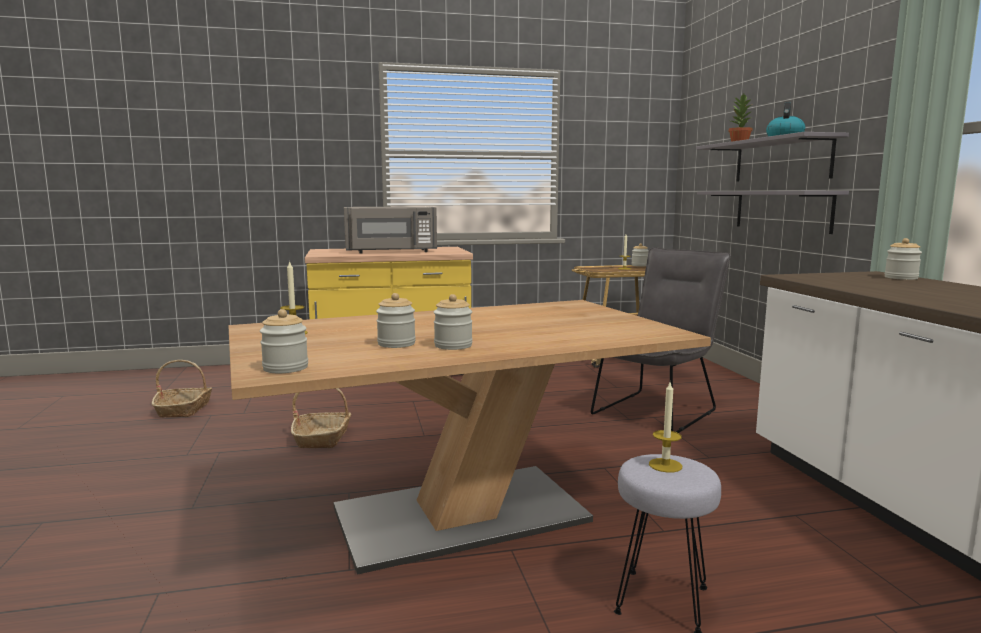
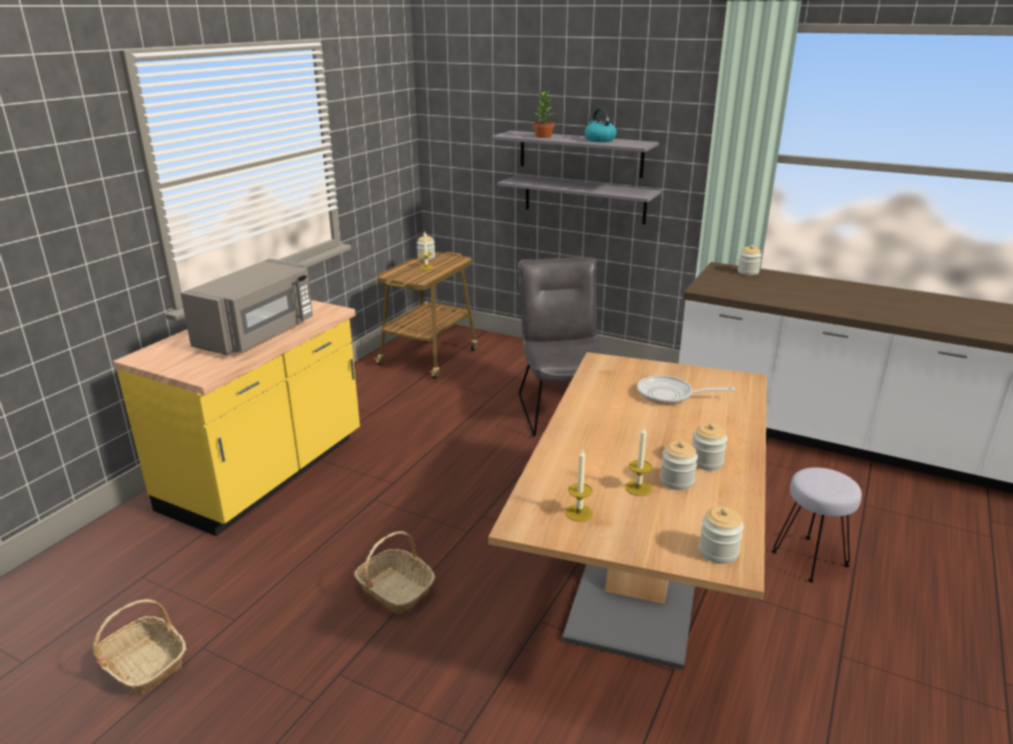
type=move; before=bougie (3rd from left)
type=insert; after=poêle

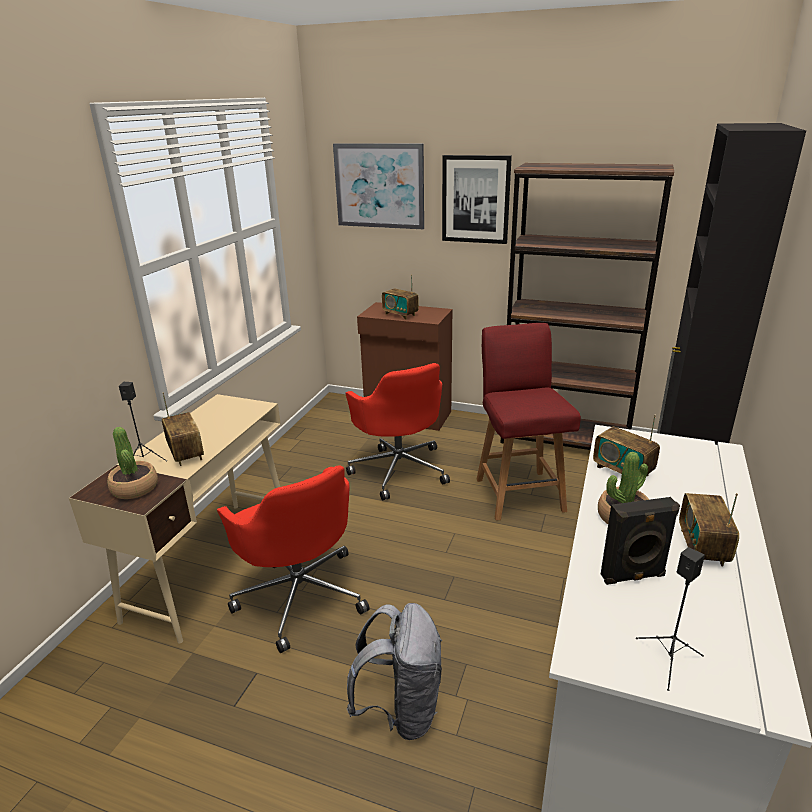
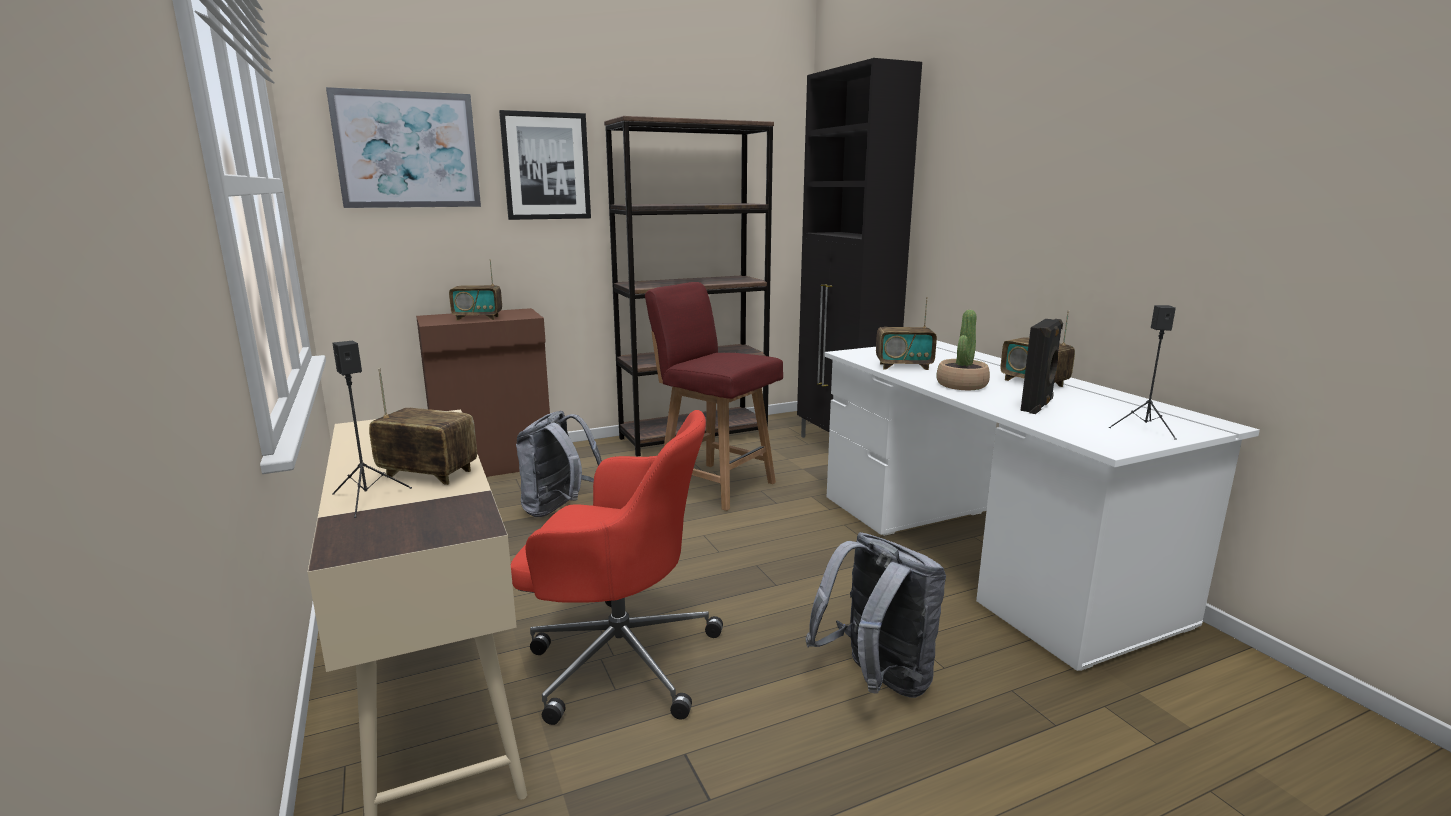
type=replace; before=chaise de bureau (rouge) (2nd from left); after=sac à dos (gris) (1st from left)
type=delete; before=plante en pot (1st from left)

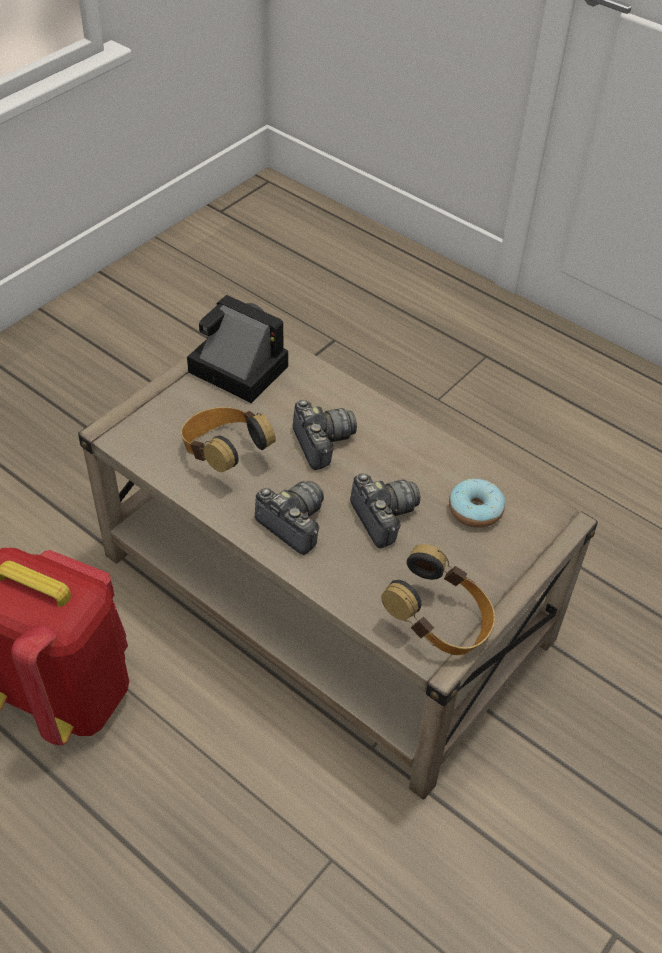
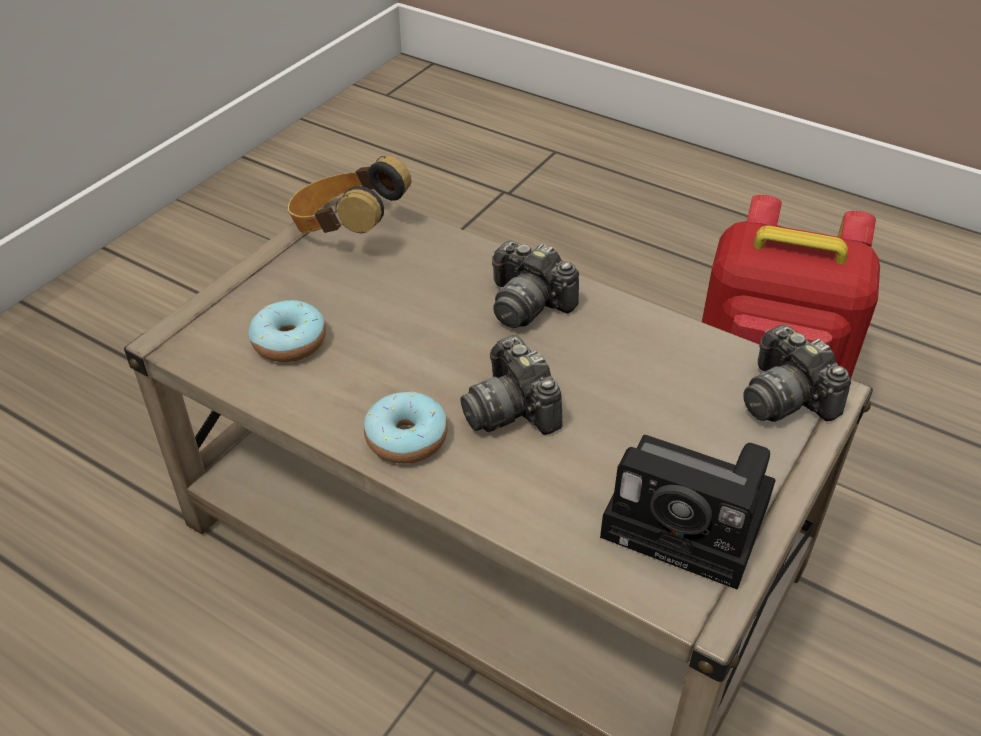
type=delete; before=casque audio (1st from left)
type=move; before=appareil photo (4th from left)
type=insert; after=beignet (2nd from left)

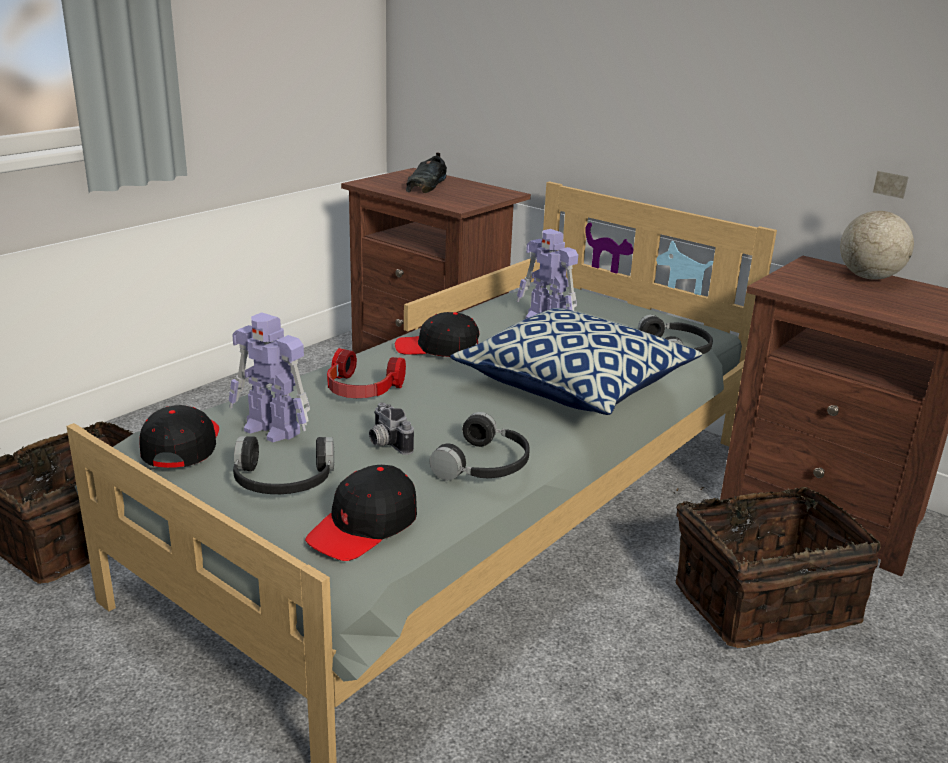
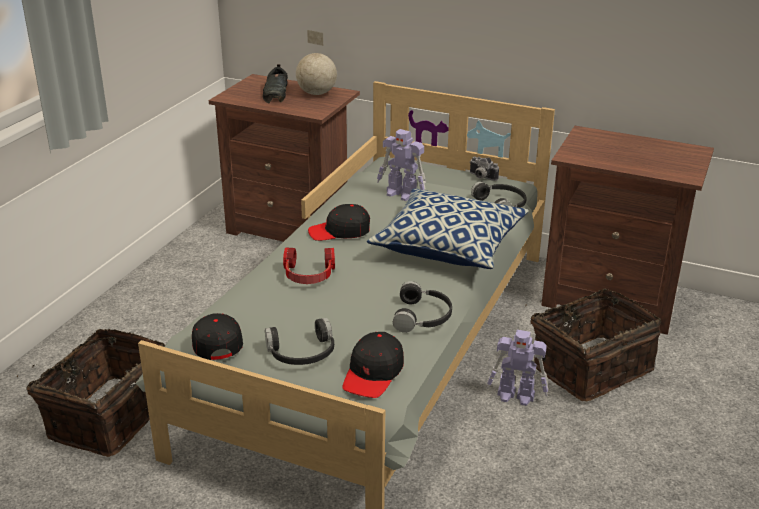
type=move; before=globe
type=move; before=robot jouet (1st from left in the first image); after=robot jouet (2nd from left)
type=move; before=appareil photo

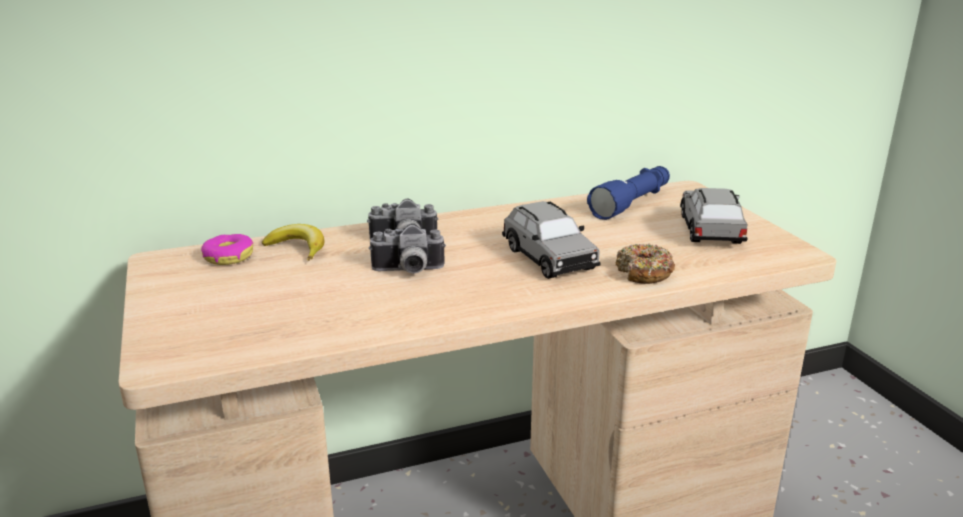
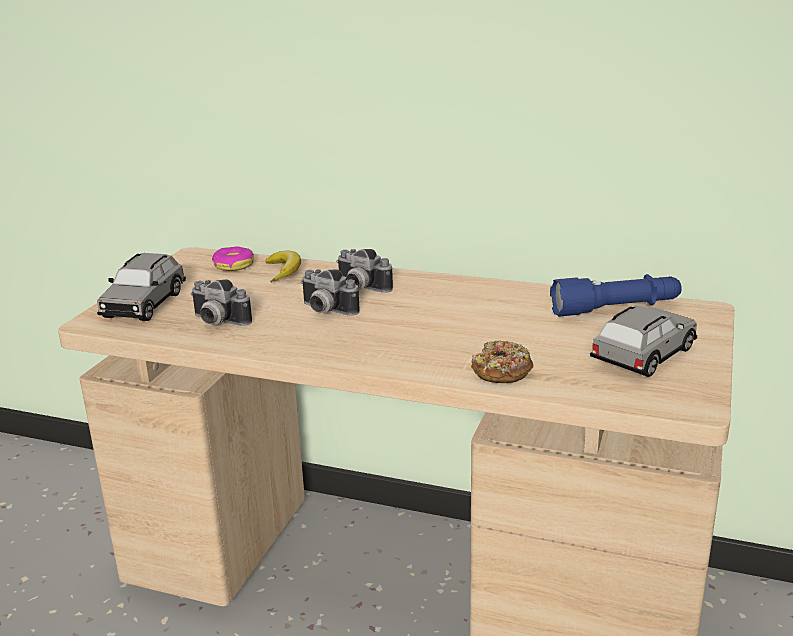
type=move; before=petite voiture (gris) (1st from left)
type=insert; after=appareil photo (1st from left)

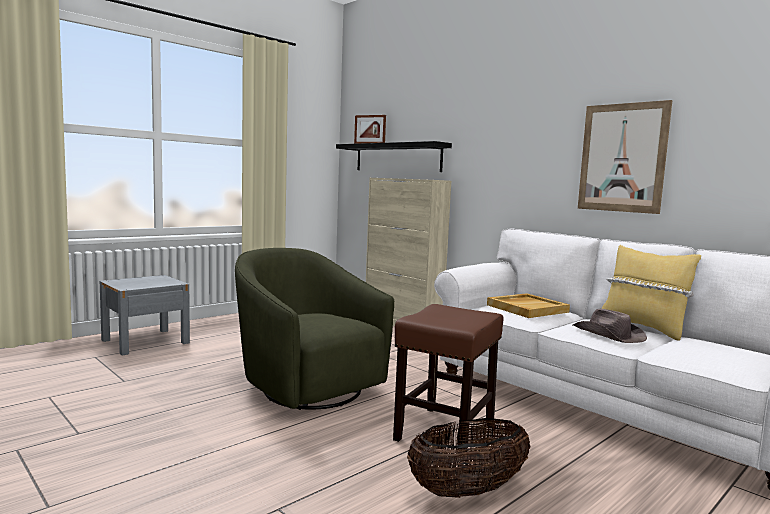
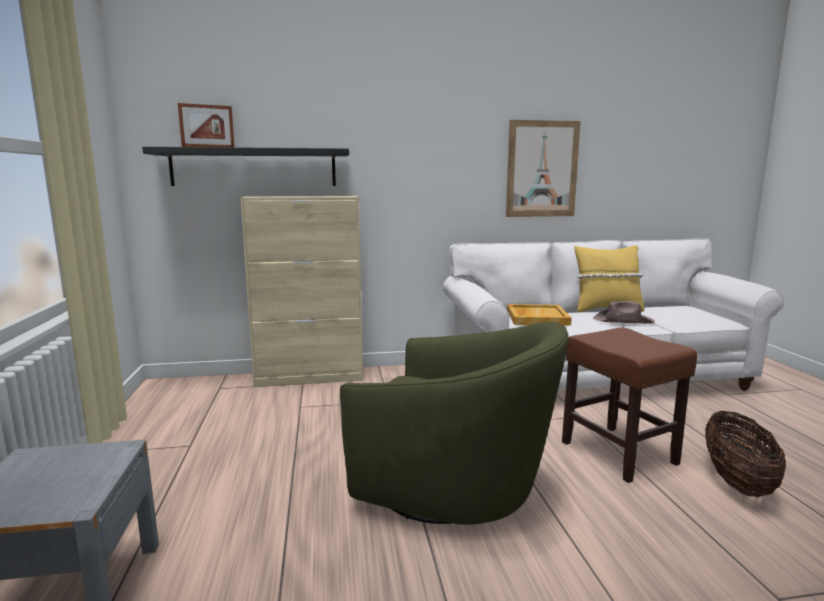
type=rotate; before=fauteuil (vert); turn=-150

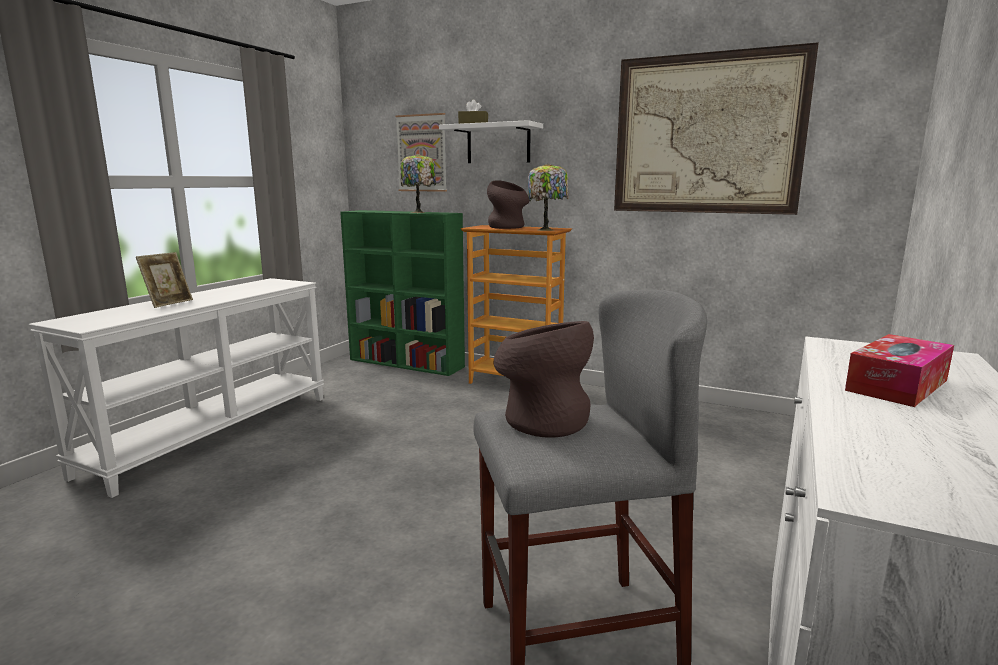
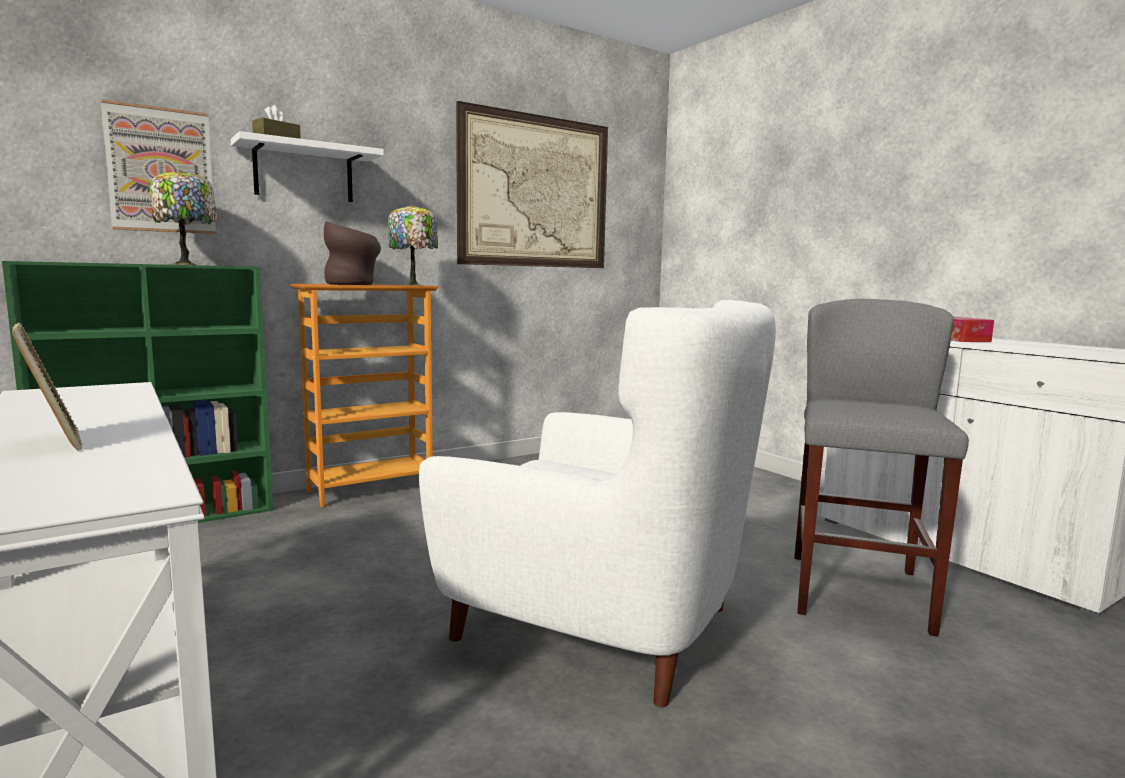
type=delete; before=vase (marron) (2nd from left)
type=insert; after=fauteuil (blanc)

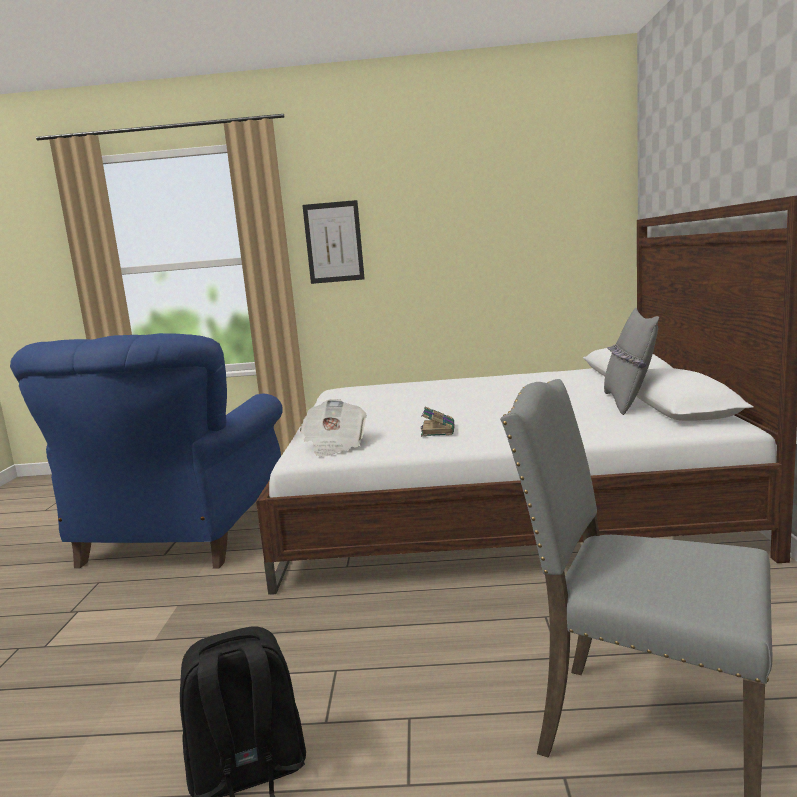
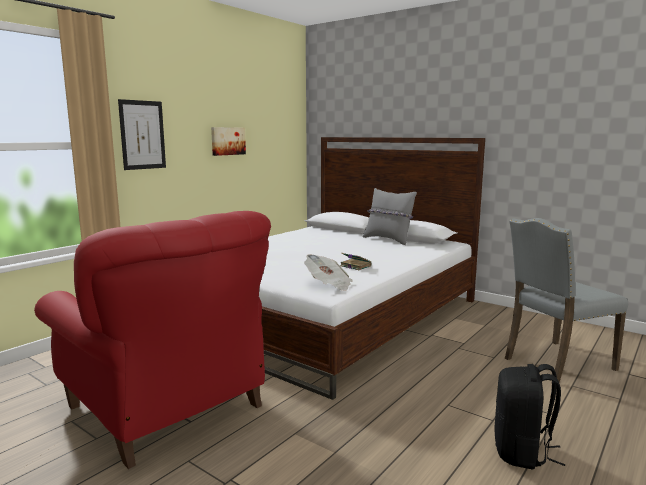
type=recolor; before=fauteuil (bleu); after=fauteuil (rouge)
type=insert; after=tableau (2nd from left)

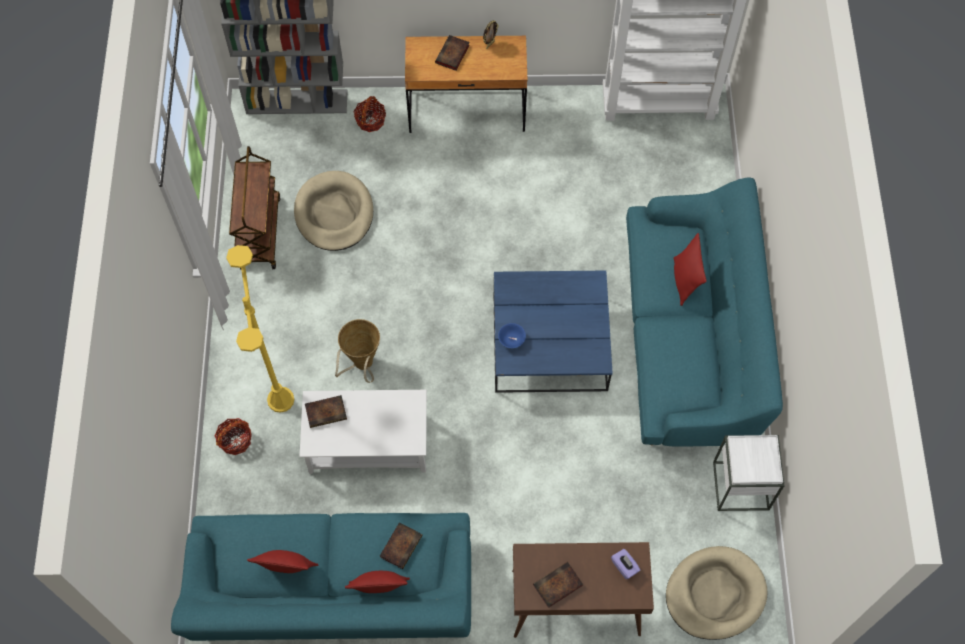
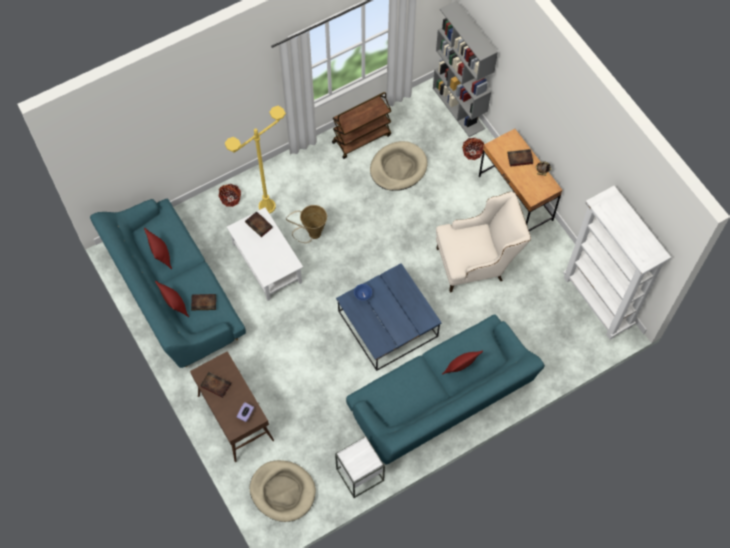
type=insert; after=fauteuil (beige)

